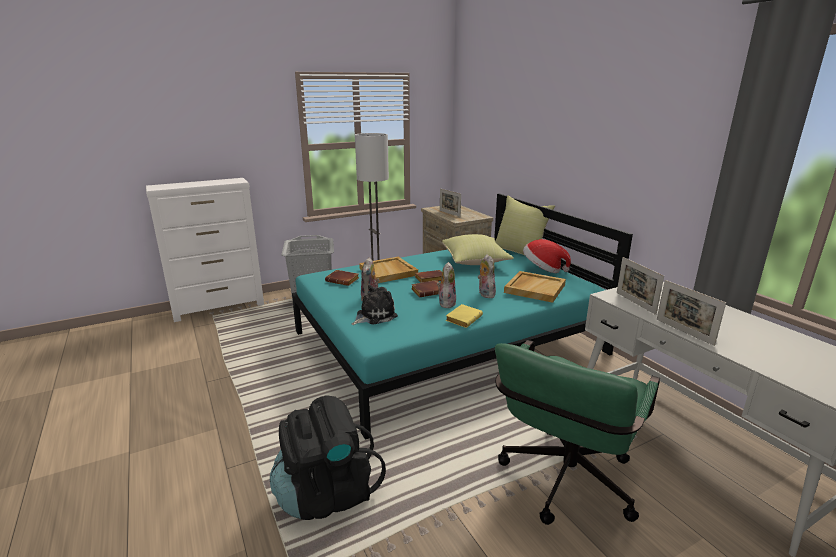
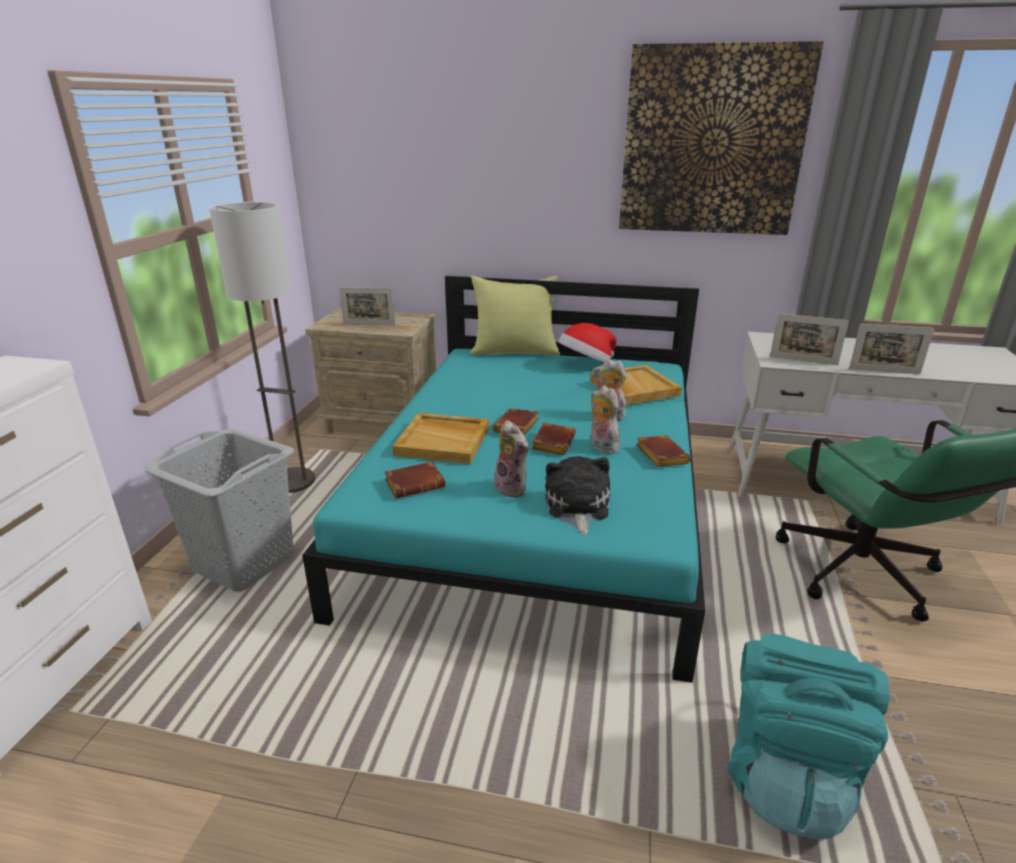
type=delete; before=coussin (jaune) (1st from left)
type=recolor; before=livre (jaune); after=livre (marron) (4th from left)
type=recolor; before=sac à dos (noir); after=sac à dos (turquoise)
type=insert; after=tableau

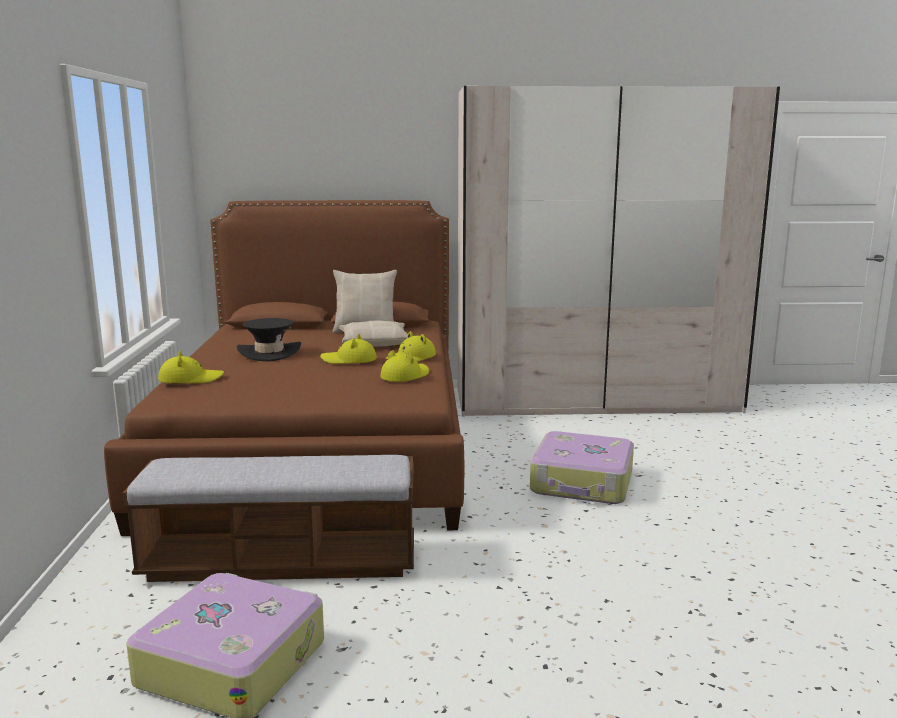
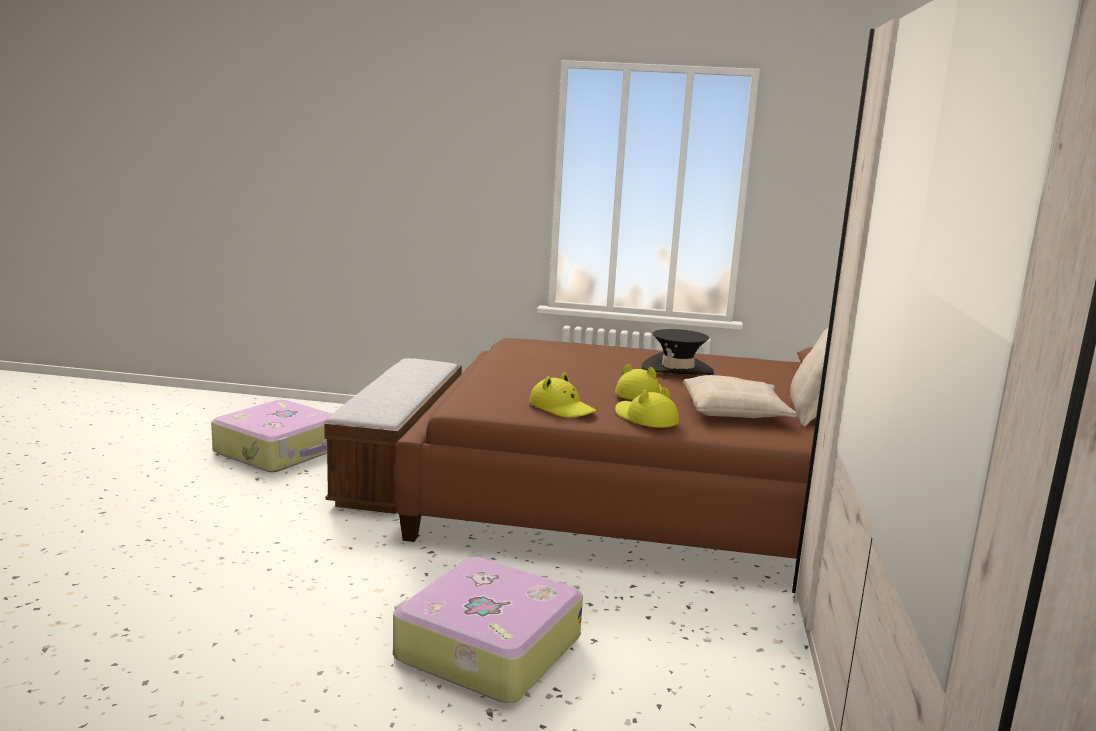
type=delete; before=chapeau (jaune) (1st from left)

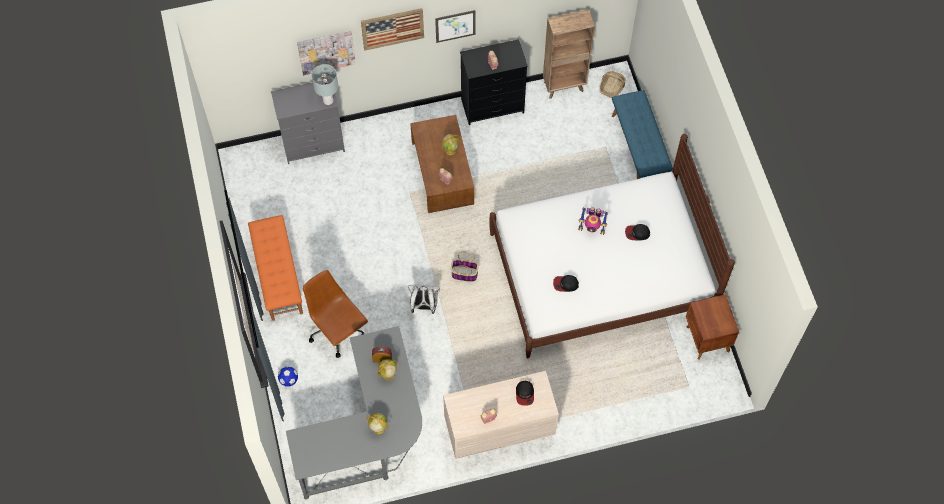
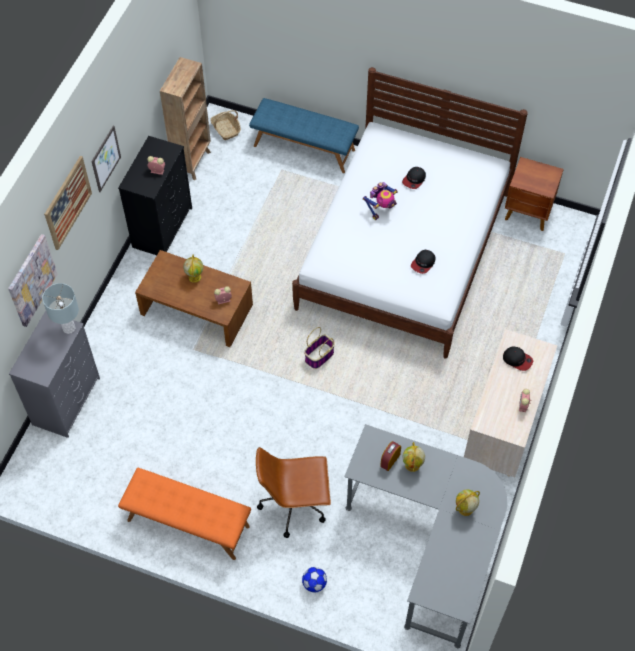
type=delete; before=sac à dos (blanc)

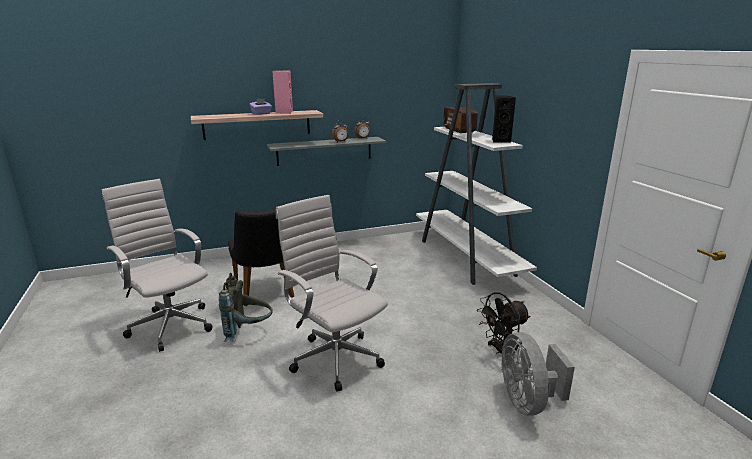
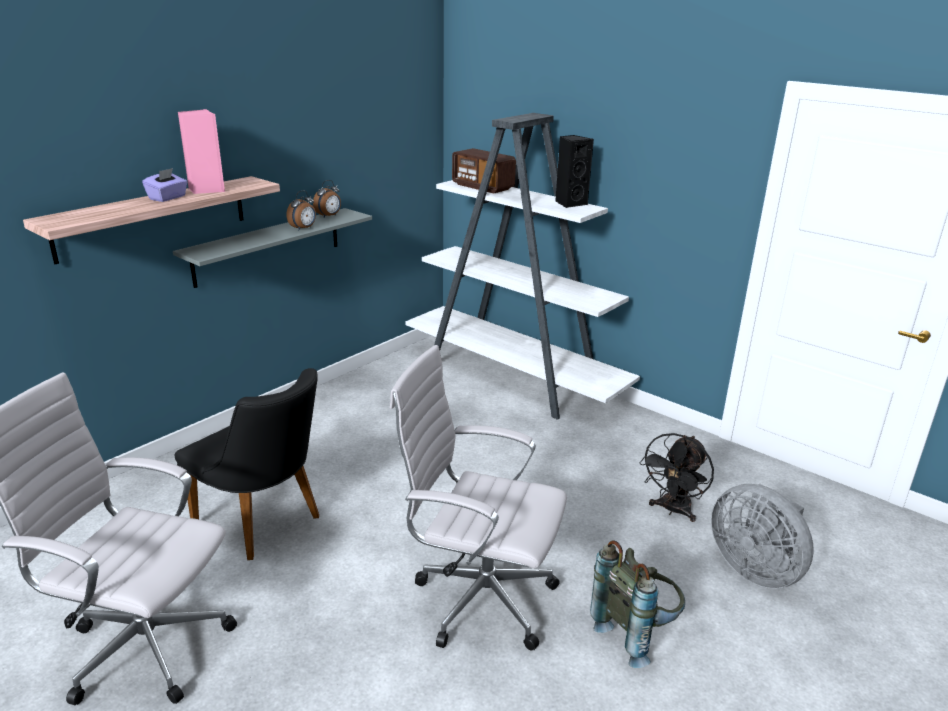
type=move; before=sac à dos (gris)

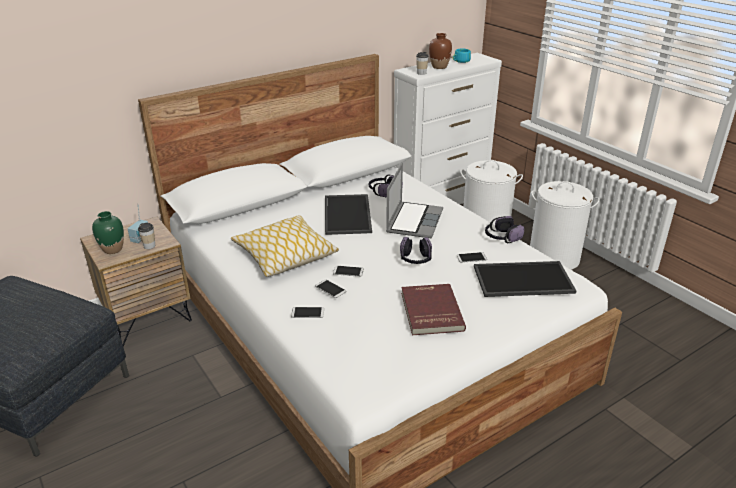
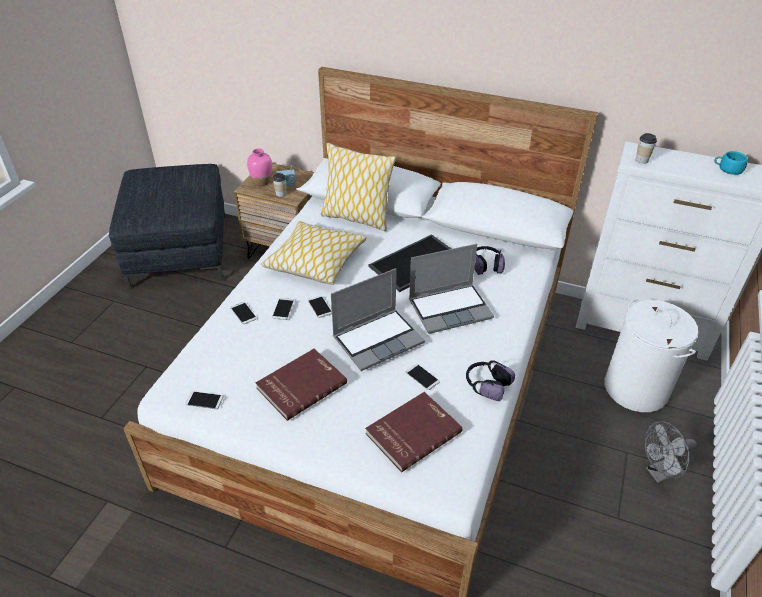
type=delete; before=vase (marron)
type=replace; before=panier à linge (blanc) (2nd from left); after=ventilateur (gris)
type=recolor; before=vase (vert); after=vase (rose)
type=replace; before=casque audio (2nd from left); after=ordinateur portable (1st from left)
type=replace; before=plateau (2nd from left); after=livre (rouge) (2nd from left)
type=insert; after=coussin (2nd from left)
type=insert; after=téléphone (1st from left)

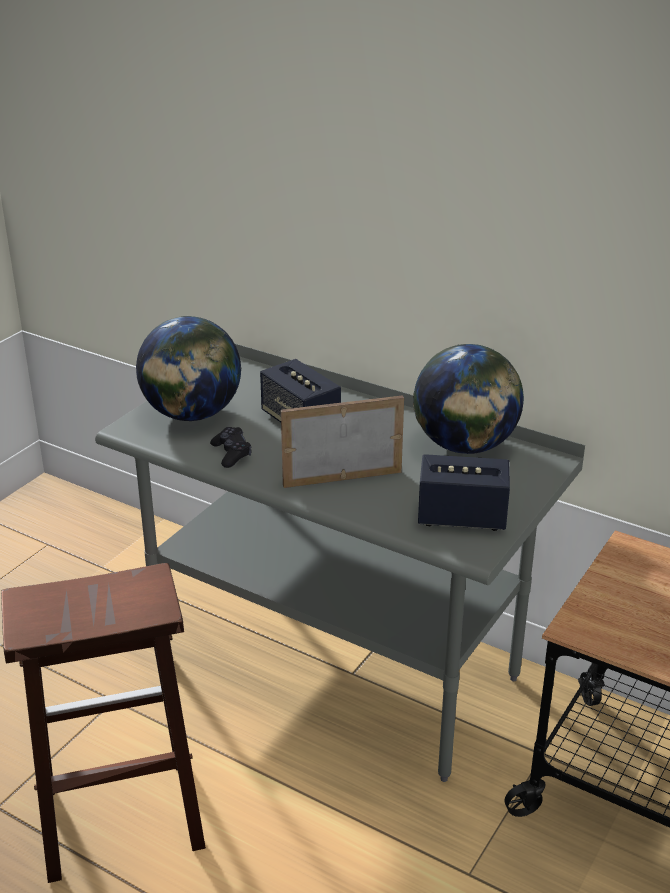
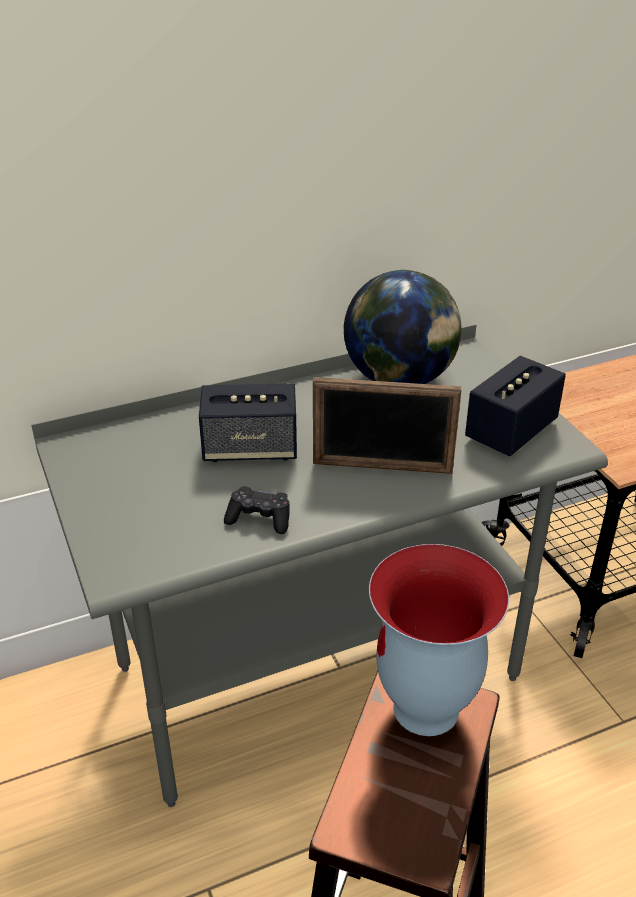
type=delete; before=globe (1st from left)
type=rotate; before=cadre photo; turn=-105
type=insert; after=vase

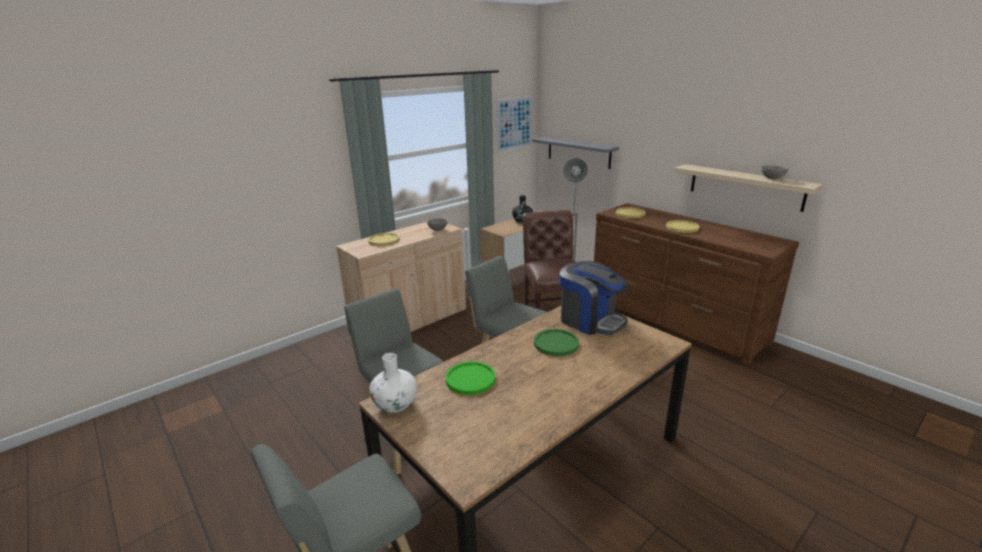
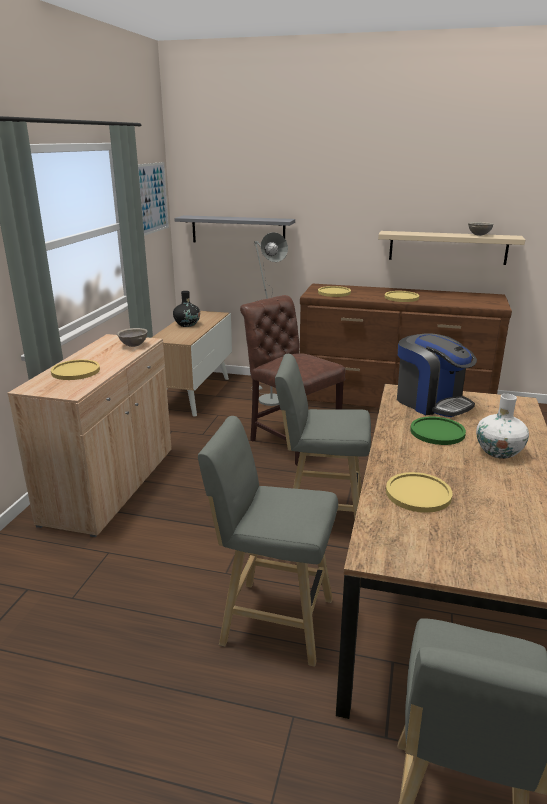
type=rotate; before=machine à café; turn=45
type=move; before=vase (blanc)
type=recolor; before=assiette (vert) (1st from left); after=assiette (jaune) (4th from left)

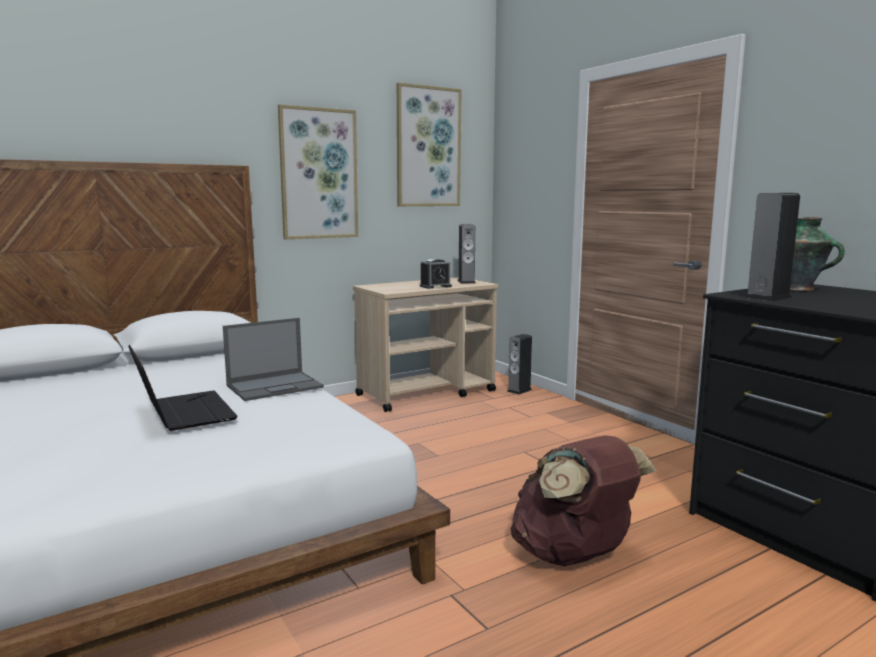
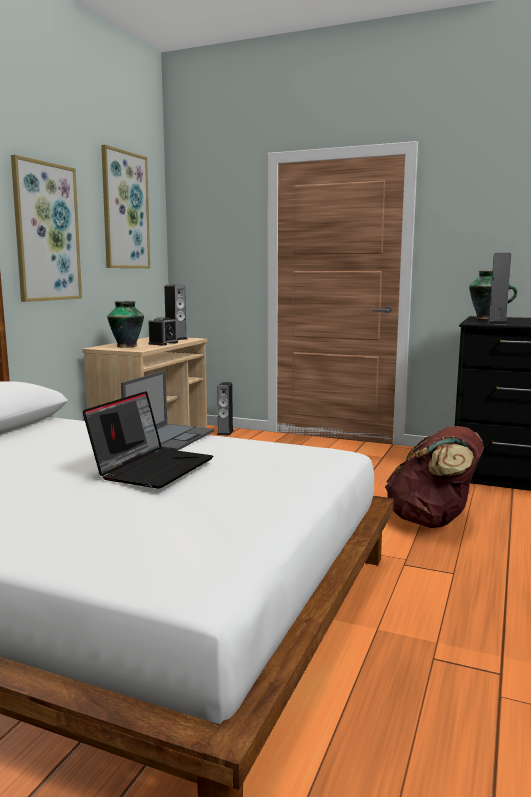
type=rotate; before=ordinateur portable (1st from left); turn=90
type=insert; after=vase (1st from left)

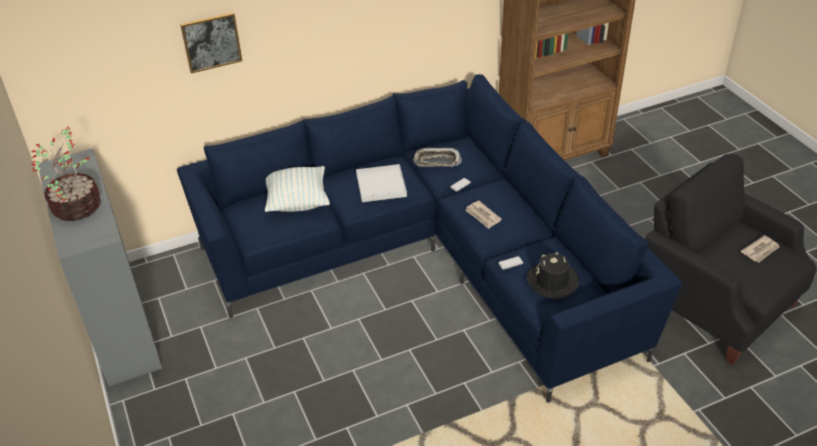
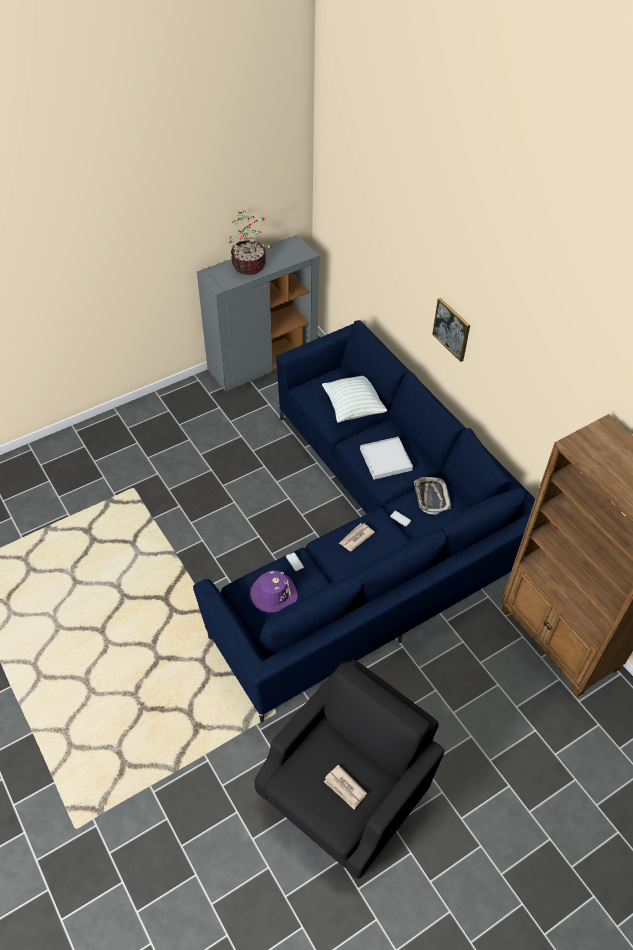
type=move; before=tableau
type=recolor; before=chapeau (noir); after=chapeau (violet)

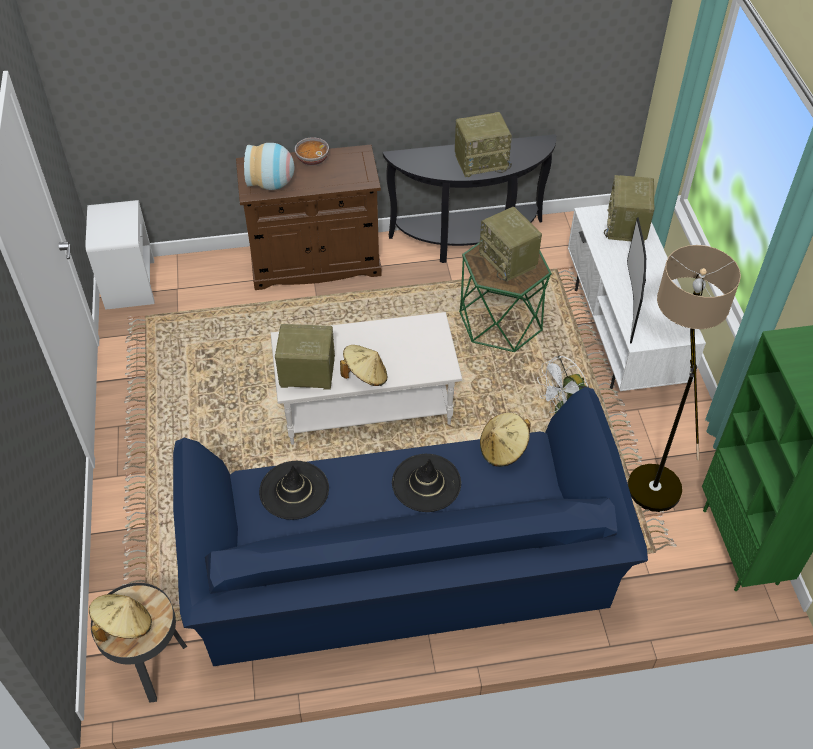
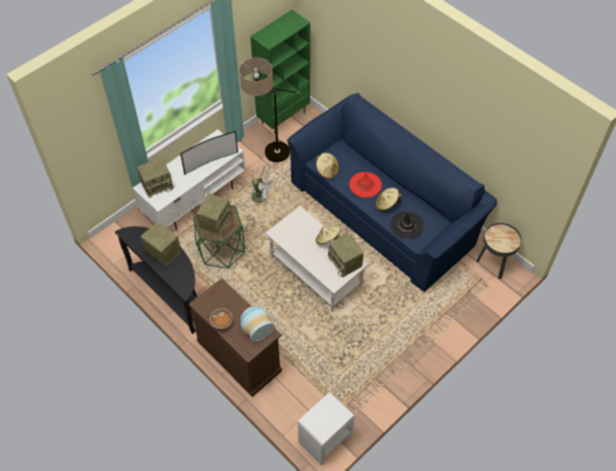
type=recolor; before=chapeau (noir) (2nd from left); after=chapeau (rouge)
type=move; before=chapeau (beige) (1st from left in the first image); after=chapeau (beige) (3rd from left)

